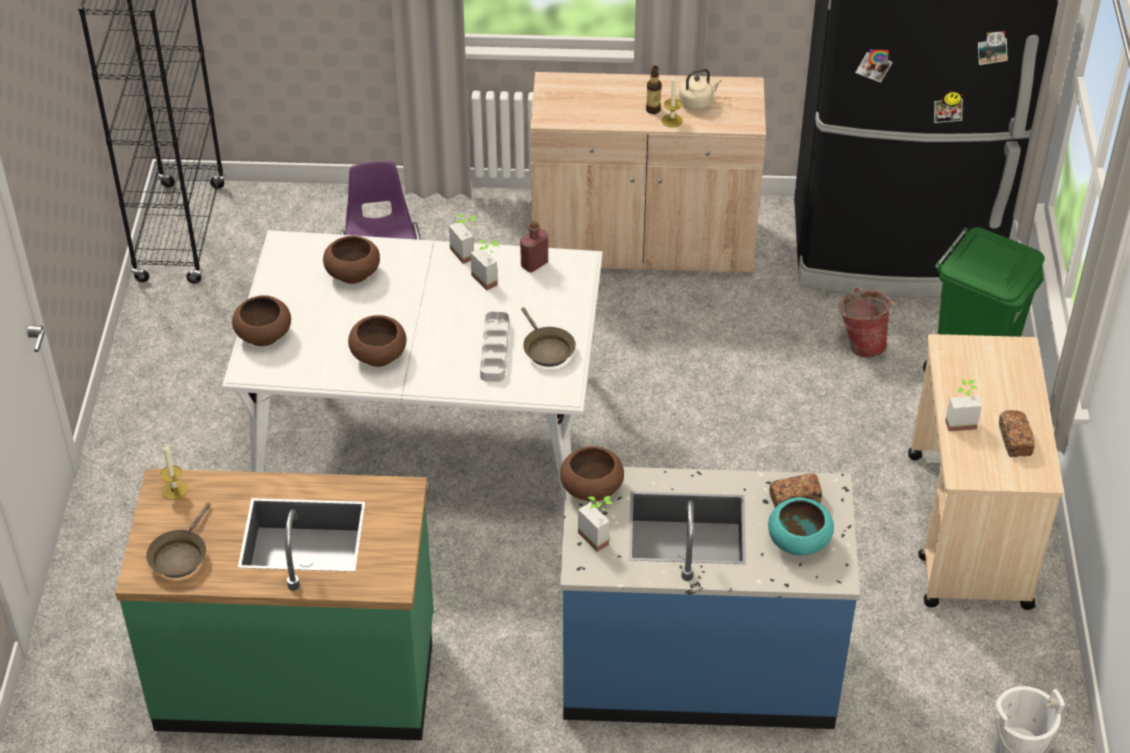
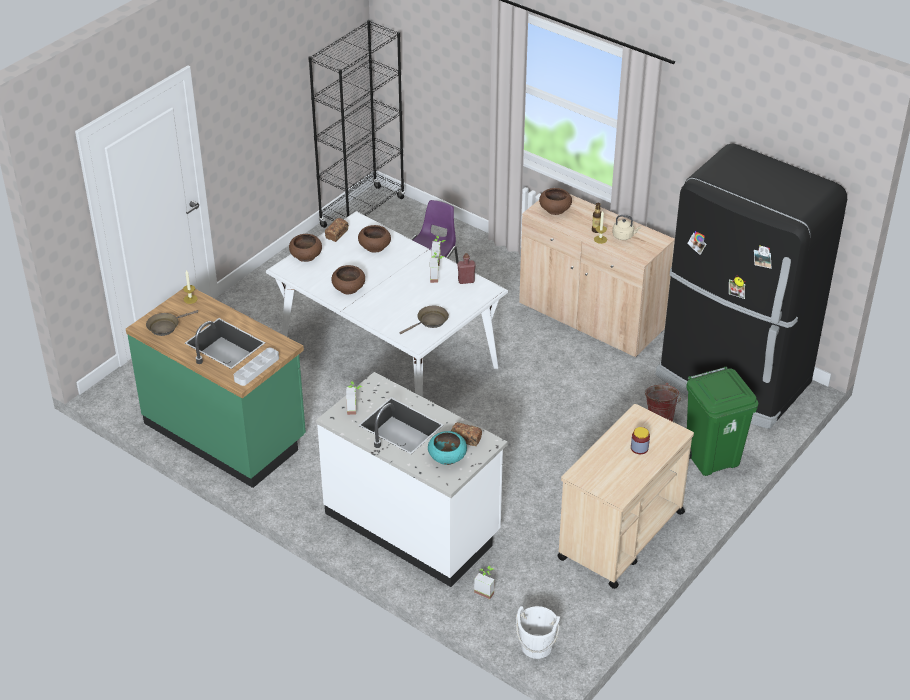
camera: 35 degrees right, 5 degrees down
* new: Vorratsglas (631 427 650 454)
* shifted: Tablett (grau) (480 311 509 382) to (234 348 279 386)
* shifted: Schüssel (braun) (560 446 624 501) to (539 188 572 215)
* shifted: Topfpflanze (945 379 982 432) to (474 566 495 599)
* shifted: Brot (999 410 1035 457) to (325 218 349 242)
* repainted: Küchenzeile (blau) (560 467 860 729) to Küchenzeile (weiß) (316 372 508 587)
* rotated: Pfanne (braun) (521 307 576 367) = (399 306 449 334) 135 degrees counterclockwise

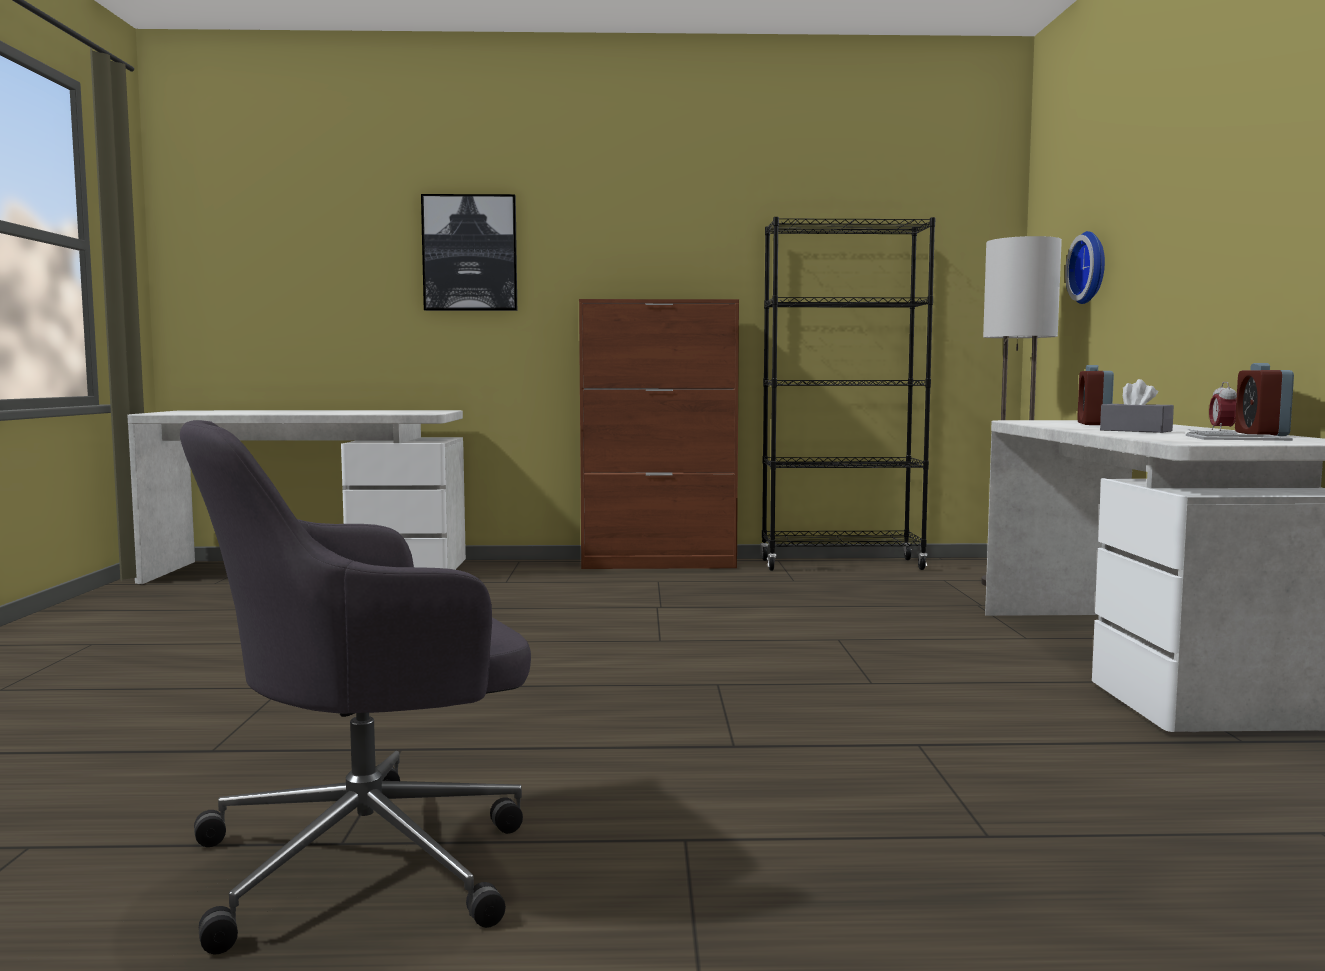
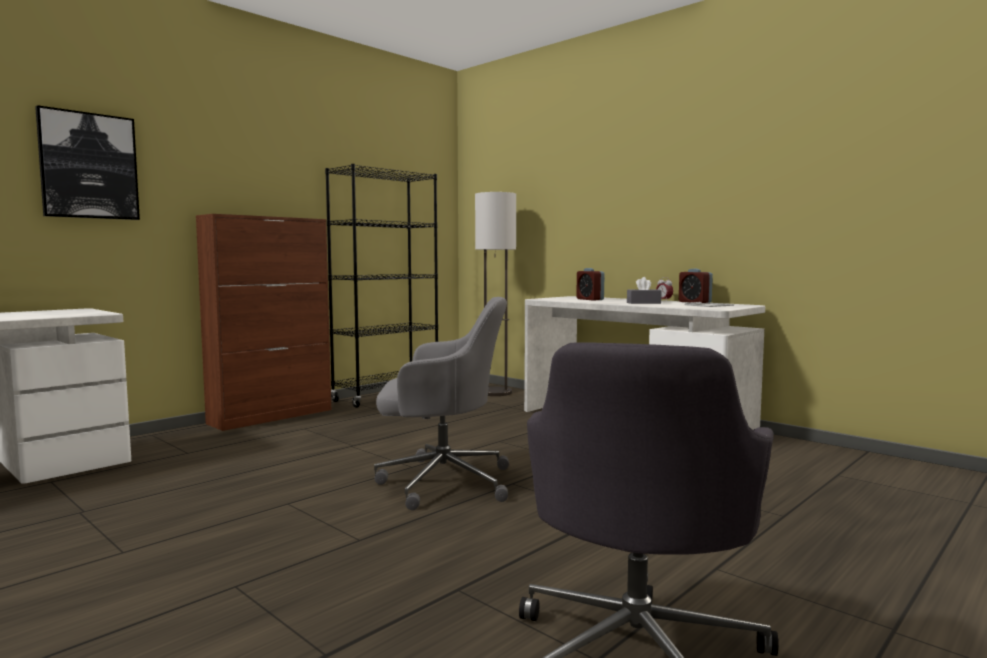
camera: 45 degrees left, 0 degrees up
* gone: Wanduhr (1065 231 1105 304)
* new: Bürostuhl (grau) (374 297 509 510)

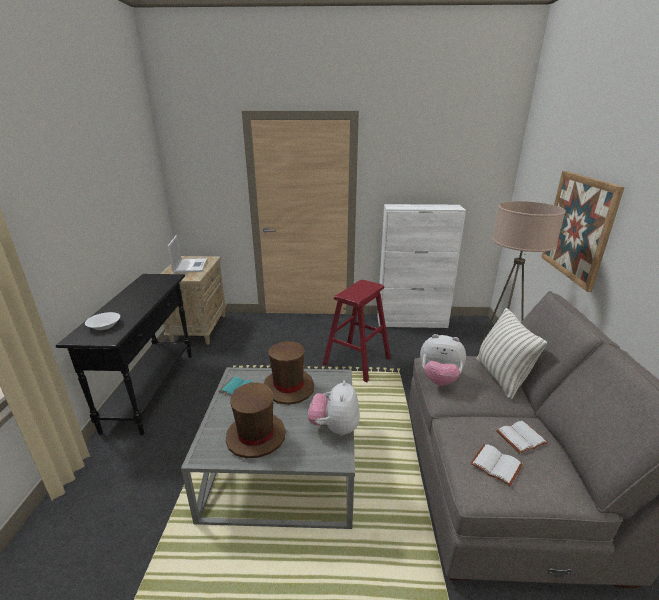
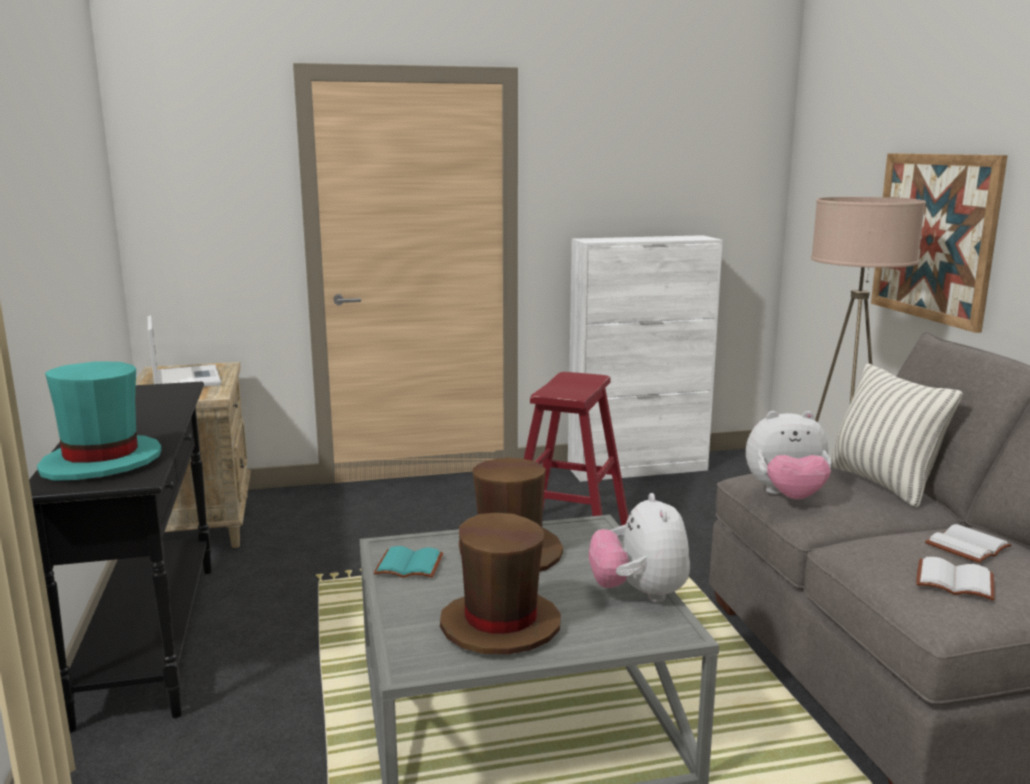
camera: 15 degrees left, 10 degrees down
* swapped: Schüssel (weiß) (85 312 120 330) to Hut (türkis) (37 361 162 481)

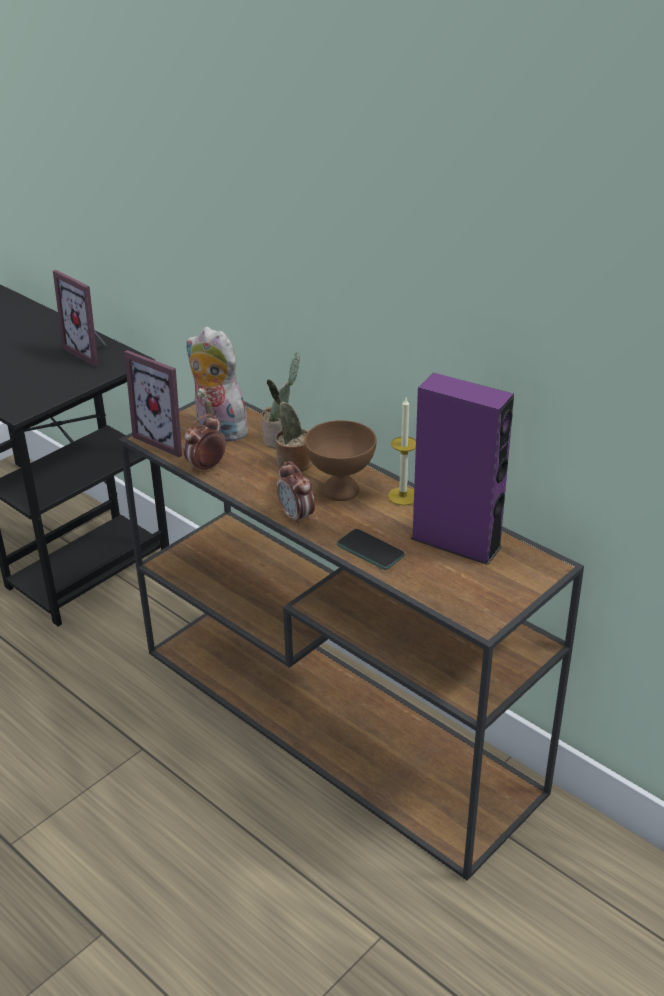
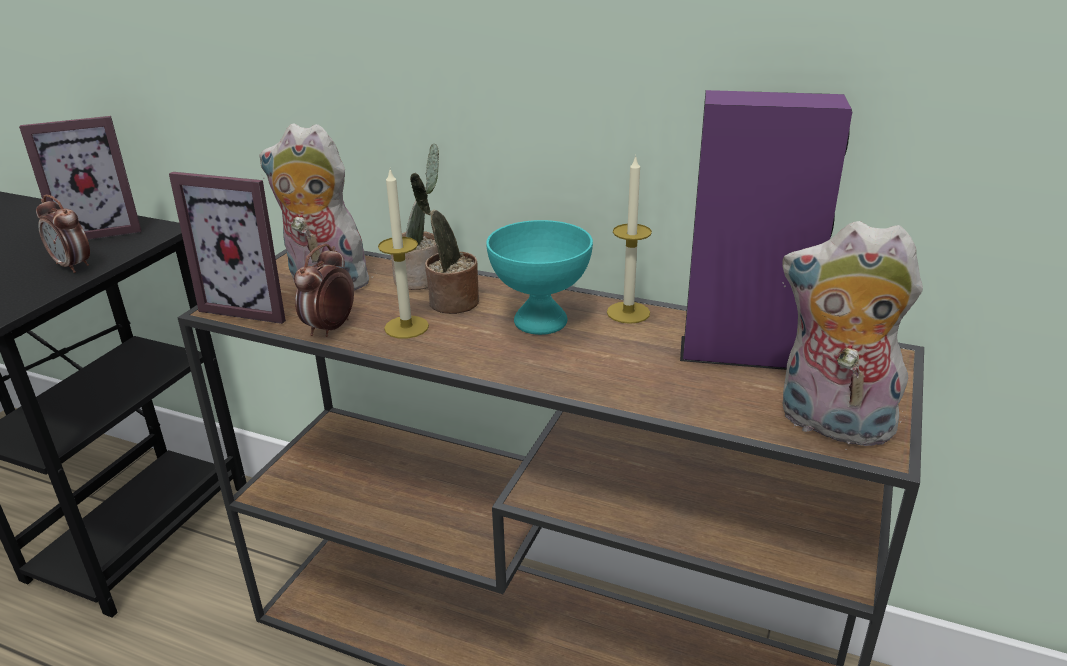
camera: 20 degrees left, 5 degrees down
* gone: Handy (337 529 405 570)
* new: Kerze (378 170 429 339)
* new: Plüschtier (782 221 923 450)
* shifted: Wecker (277 461 315 526) to (36 195 90 273)
* repainted: Schüssel (braun) (304 420 377 501) to Schüssel (türkis) (486 220 593 335)
* rotated: Bilderrahmen (53 270 108 367) = (19 116 141 240) 45 degrees counterclockwise

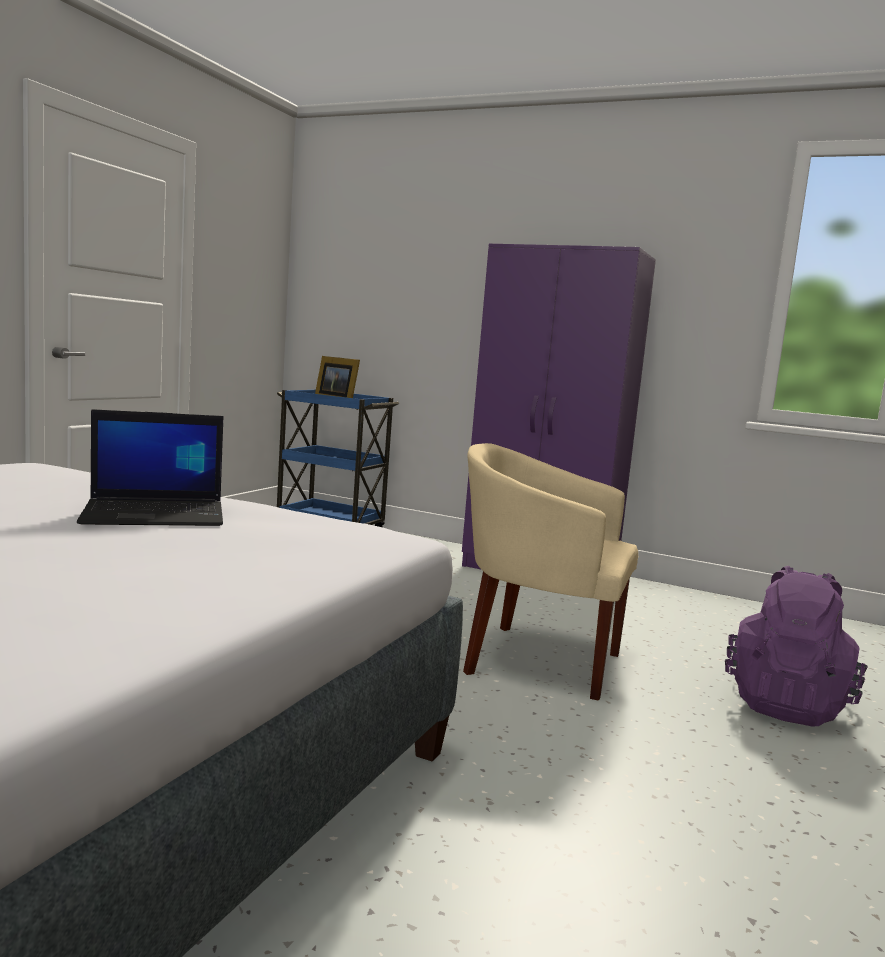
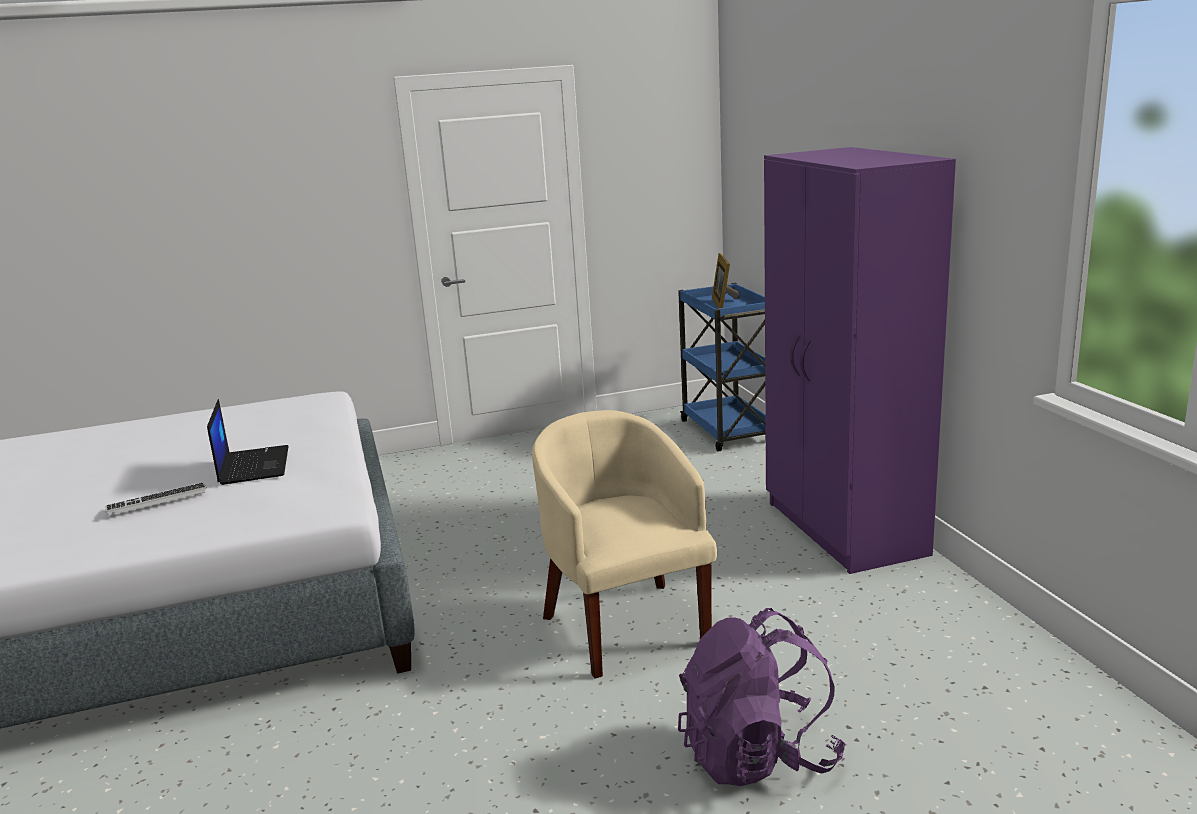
camera: 50 degrees right, 10 degrees up
* new: Tastatur (105 483 207 515)
* rotated: Laptop (77 409 223 526) = (207 399 289 485) 135 degrees counterclockwise

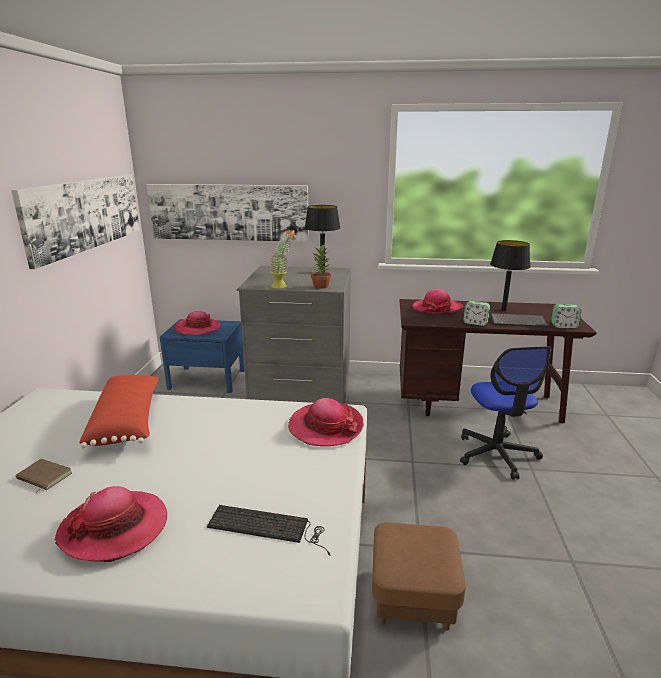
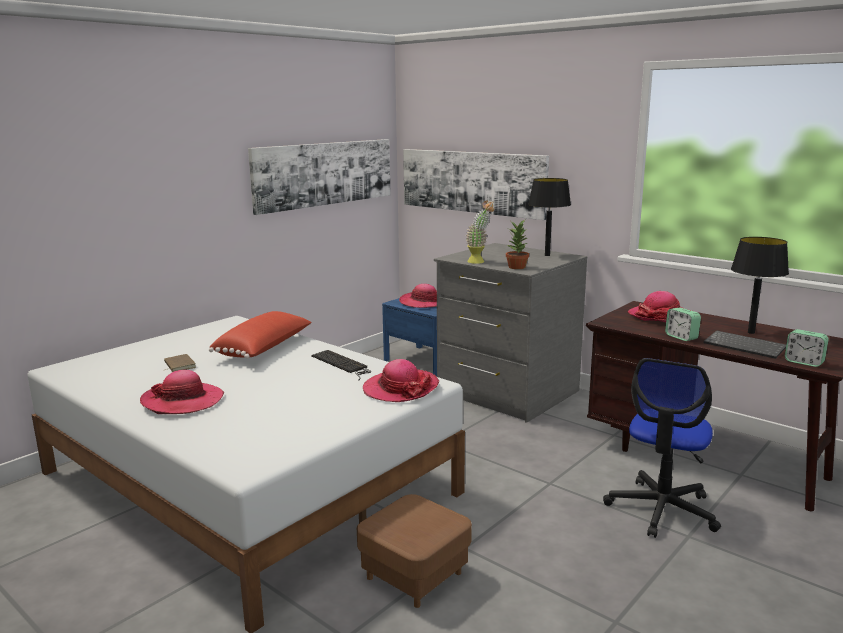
camera: 35 degrees right, 5 degrees down
* shifted: Tastatur (207 505 330 556) to (311 350 371 381)

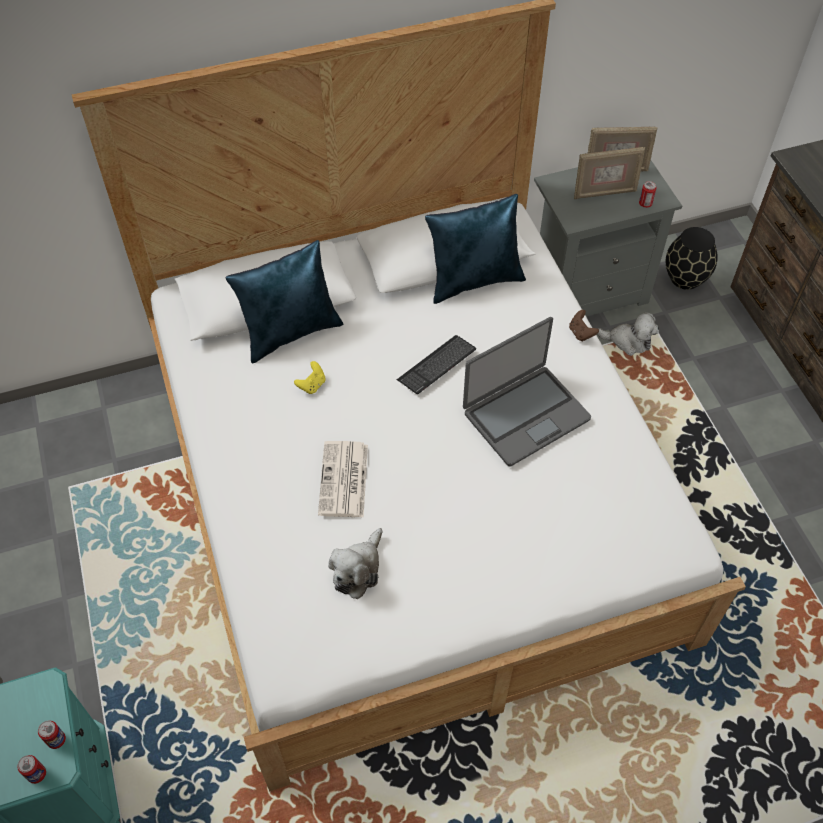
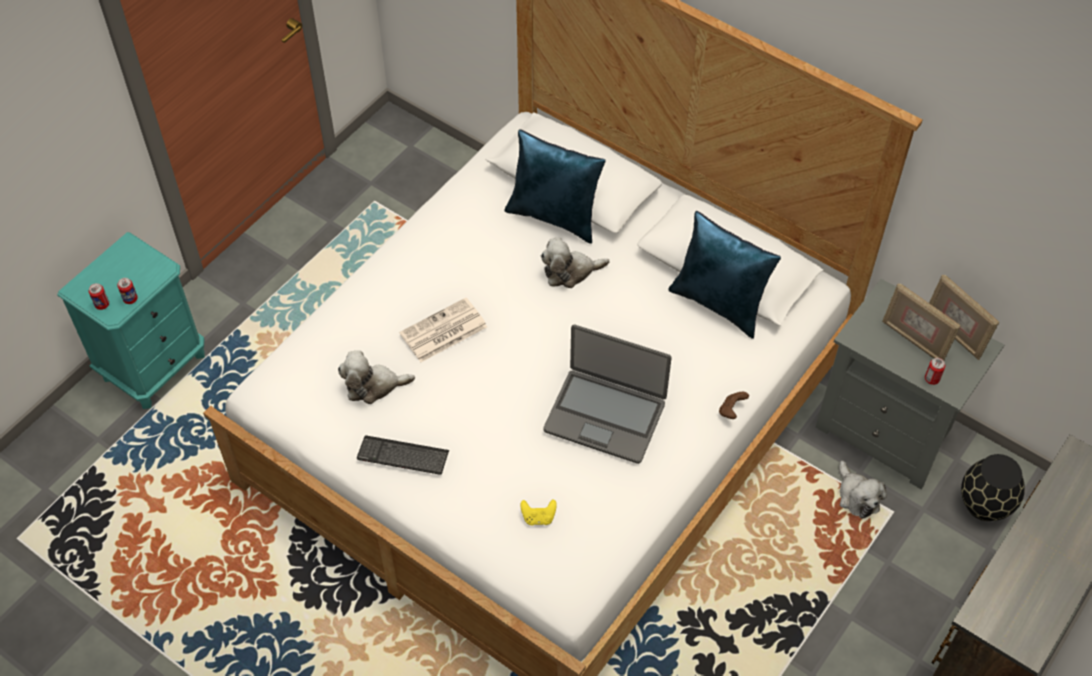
camera: 55 degrees right, 0 degrees up
* new: Plüschtier (541 238 609 288)
* shifted: Gamepad (gelb) (294 361 325 394) to (521 499 557 525)
* shifted: Tastatur (397 335 476 394) to (357 435 449 475)

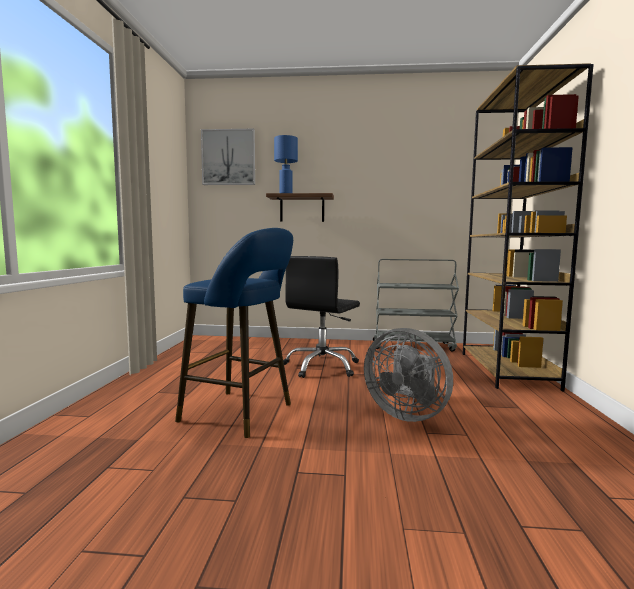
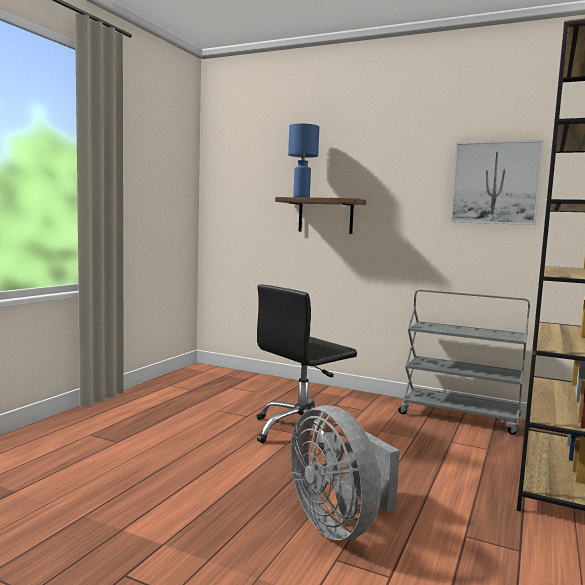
camera: 20 degrees right, 0 degrees up
* gone: Hocker (blau) (175 228 293 438)
* shifted: Bild (201 129 255 185) to (450 140 543 225)

